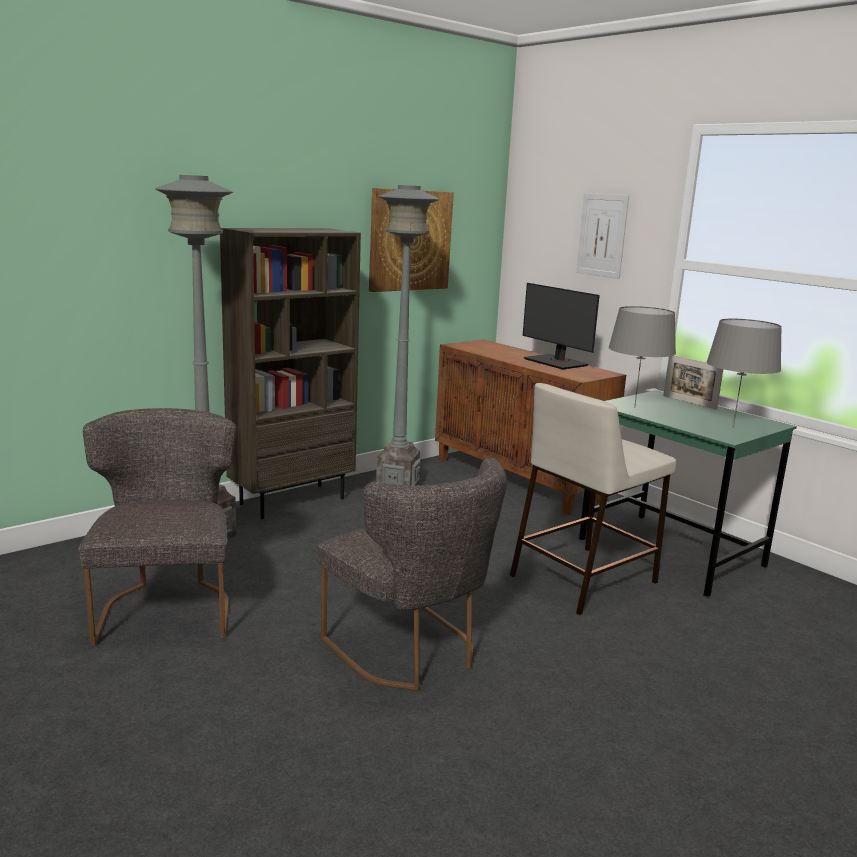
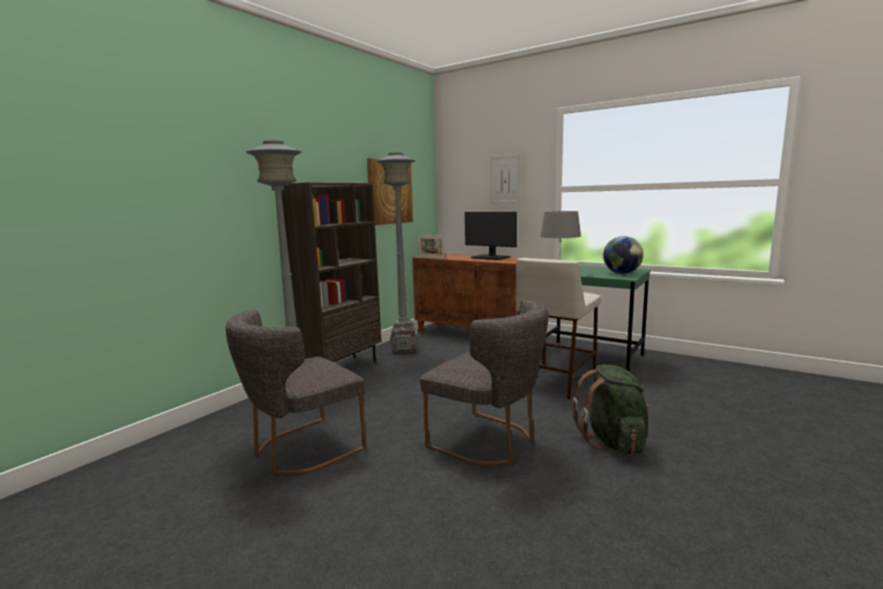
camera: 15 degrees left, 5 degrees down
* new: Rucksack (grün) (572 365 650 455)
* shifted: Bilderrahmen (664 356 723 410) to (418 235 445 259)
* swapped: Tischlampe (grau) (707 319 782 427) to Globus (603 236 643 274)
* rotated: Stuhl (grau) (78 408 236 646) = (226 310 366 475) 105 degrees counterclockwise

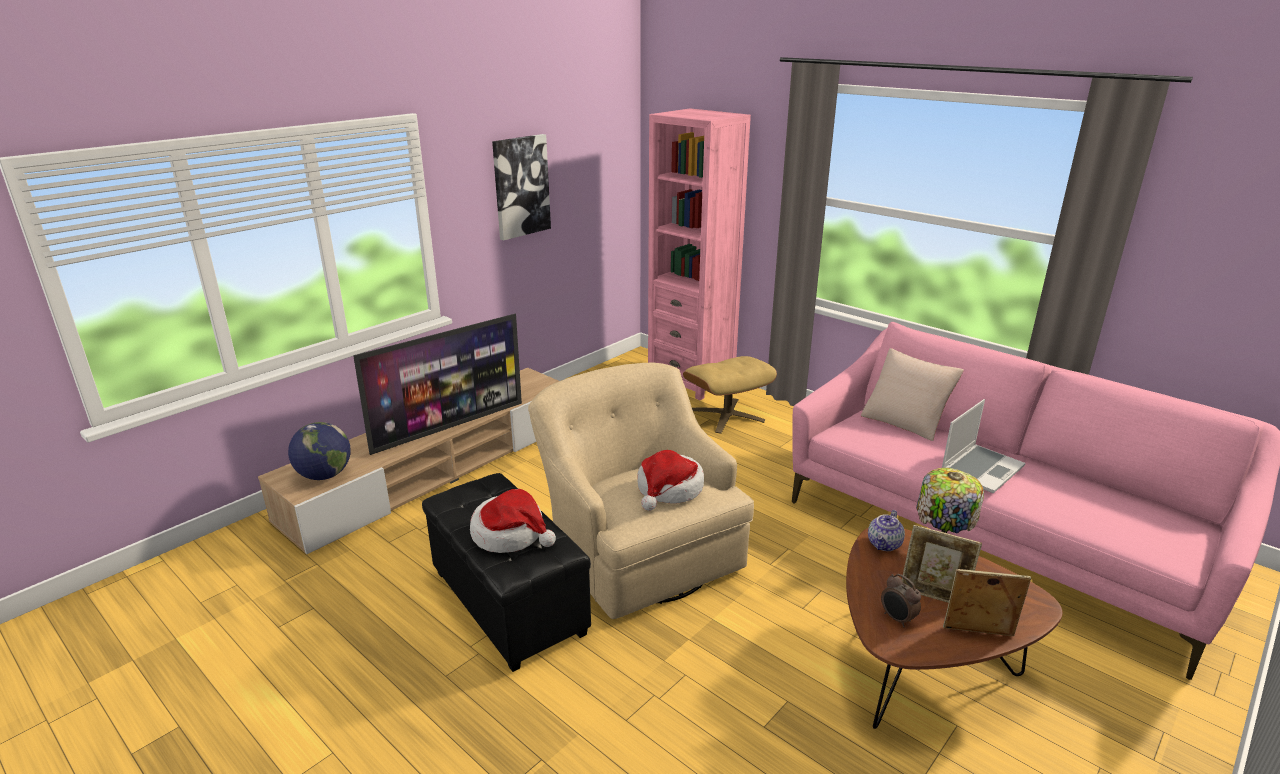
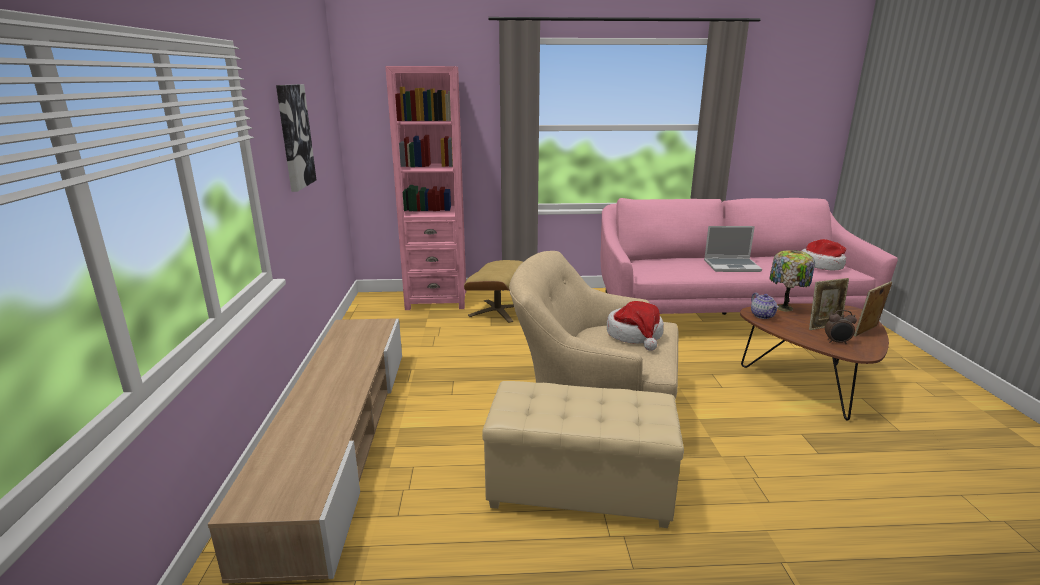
camera: 45 degrees left, 5 degrees down
* gone: Globus (288 422 351 480)
* gone: Fernseher (353 314 522 455)
* gone: Kissen (beige) (861 348 964 441)
* shifted: Hut (470 489 556 553) to (802 239 846 271)
* repainted: Polsterhocker (schwarz) (422 473 591 672) to Polsterhocker (beige) (482 381 684 528)
* rotated: Laptop (942 399 1025 493) = (704 226 762 272) 90 degrees clockwise

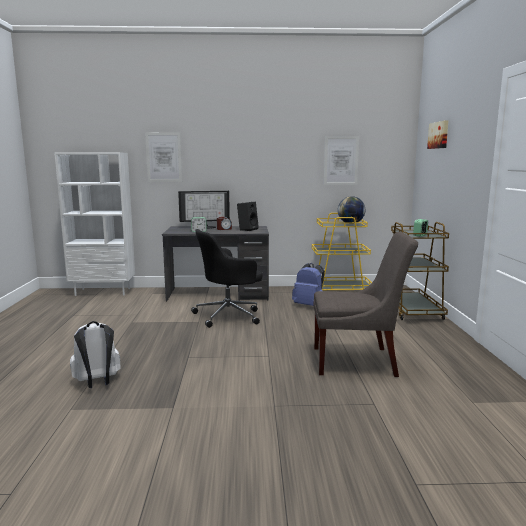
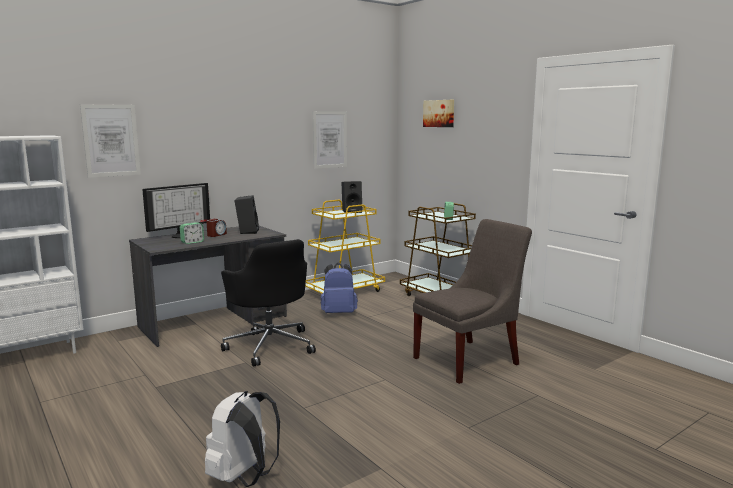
camera: 35 degrees left, 0 degrees up
* swapped: Globus (338 196 365 224) to Lautsprecher (schwarz) (341 181 362 213)
* rotated: Bürostuhl (schwarz) (191 229 263 328) = (221 239 316 367) 60 degrees counterclockwise

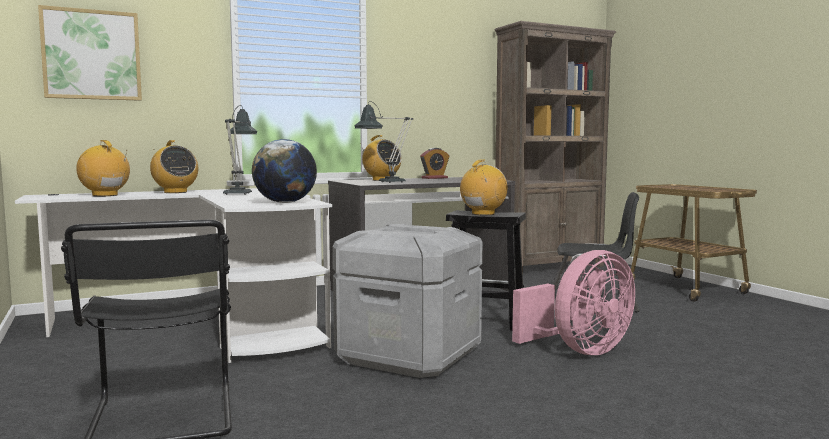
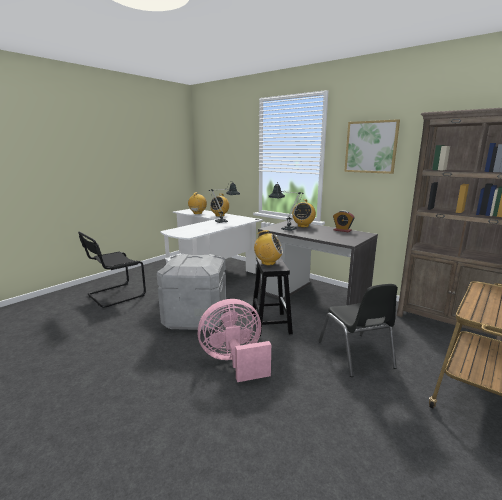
camera: 65 degrees right, 10 degrees up
* gone: Globus (252 139 317 203)
* shifted: Bild (38 5 142 101) to (344 119 400 174)
* rotated: Ventilator (rosa) (512 250 635 355) = (198 299 271 382) 135 degrees clockwise

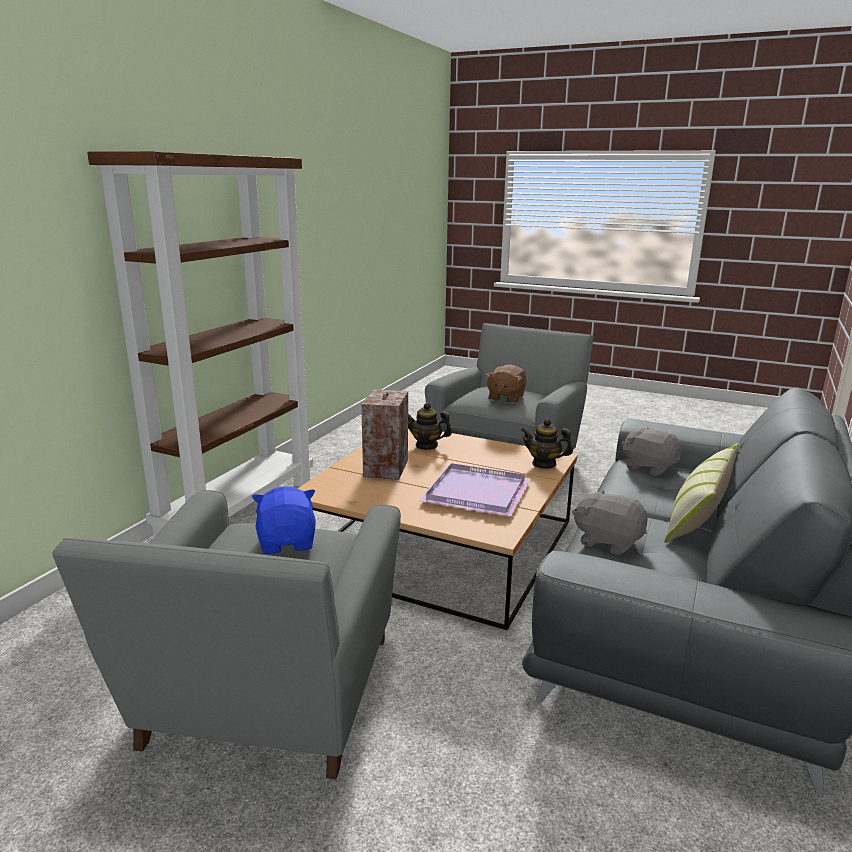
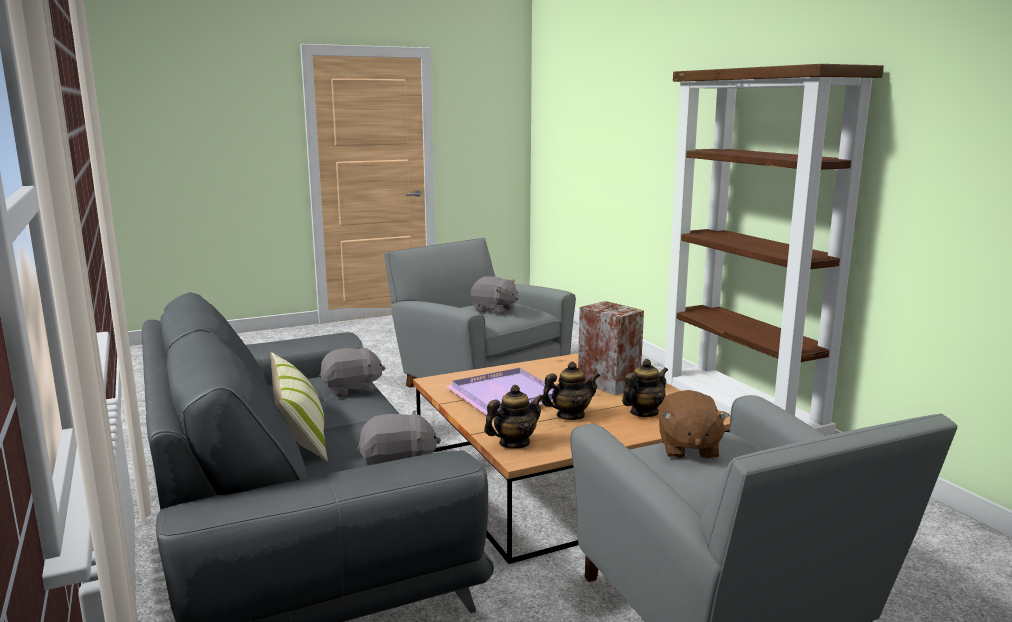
camera: 130 degrees right, 5 degrees down
* new: Teekanne (541 361 600 420)
* repainted: Plüschtier (blau) (252 486 316 554) to Plüschtier (grau) (471 276 519 314)
* rotated: Plüschtier (braun) (486 365 527 404) = (659 390 730 459) 150 degrees counterclockwise

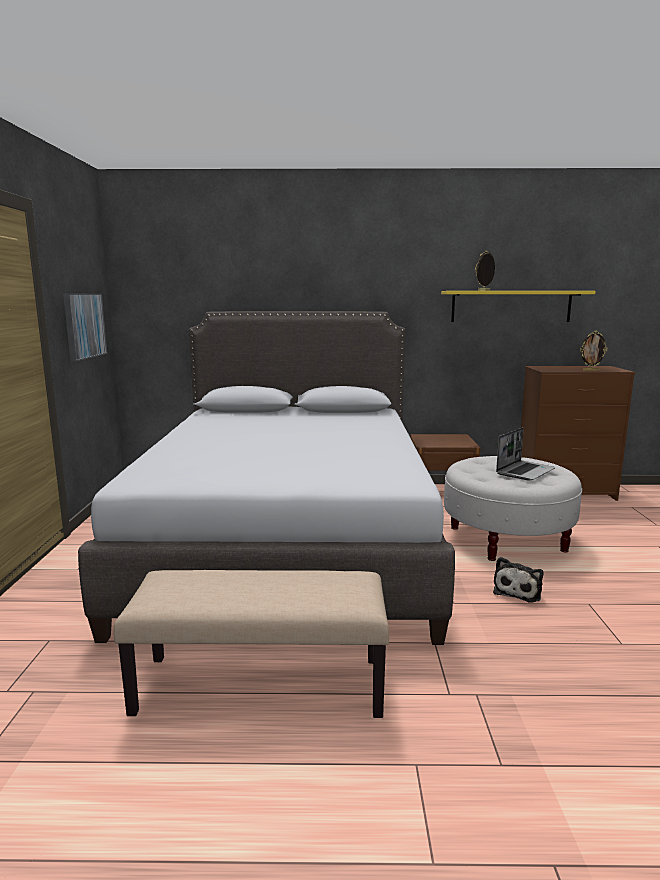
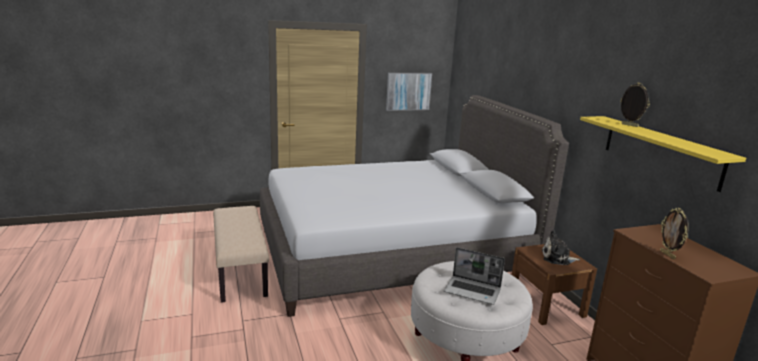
camera: 70 degrees right, 5 degrees up
* shifted: Plüschtier (493 557 543 603) to (542 230 581 265)

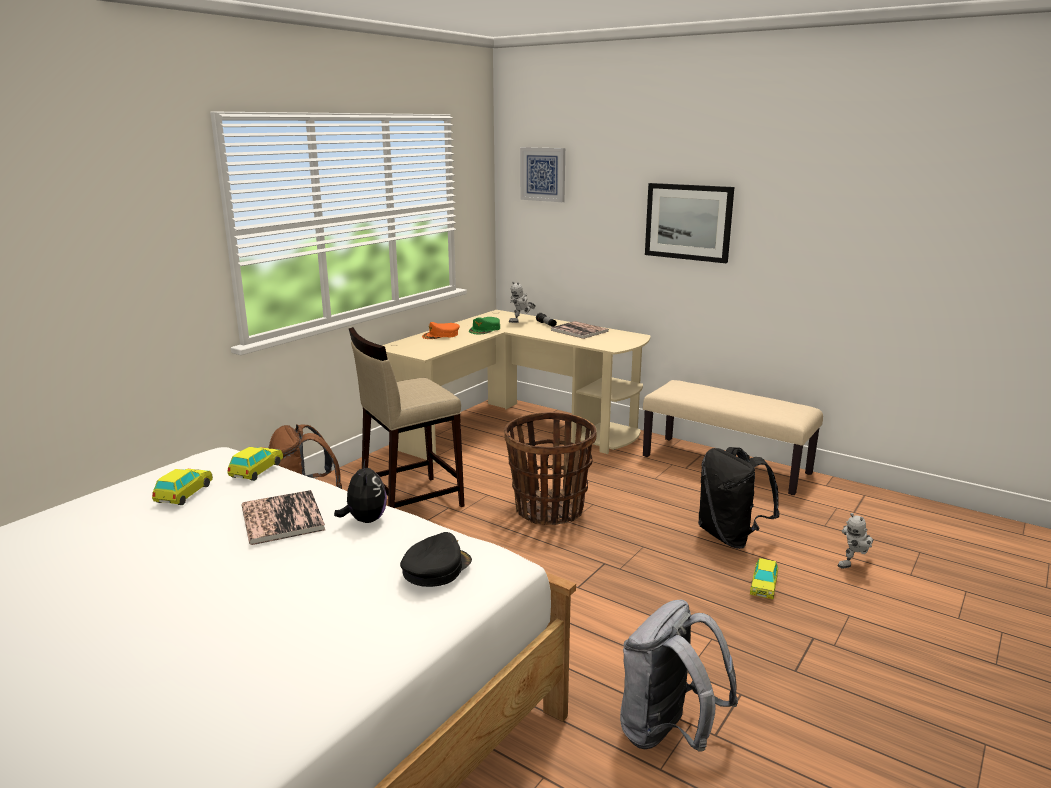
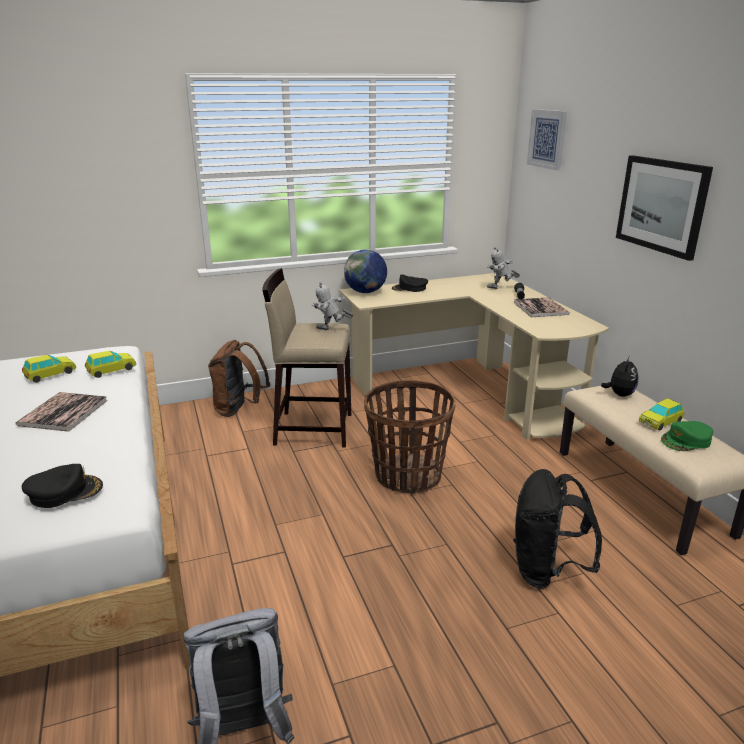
camera: 35 degrees right, 5 degrees up
* new: Globus (344 249 387 293)
* shifted: Plüschtier (334 460 387 523) to (601 356 638 397)
* shifted: Kappe (grün) (469 317 500 334) to (661 421 713 451)
* shifted: Spielzeugauto (750 558 778 599) to (639 399 684 431)
* shifted: Spielzeugroboter (837 513 874 569) to (312 282 354 330)
* repainted: Kappe (orange) (422 322 460 339) to Kappe (schwarz) (392 275 428 292)

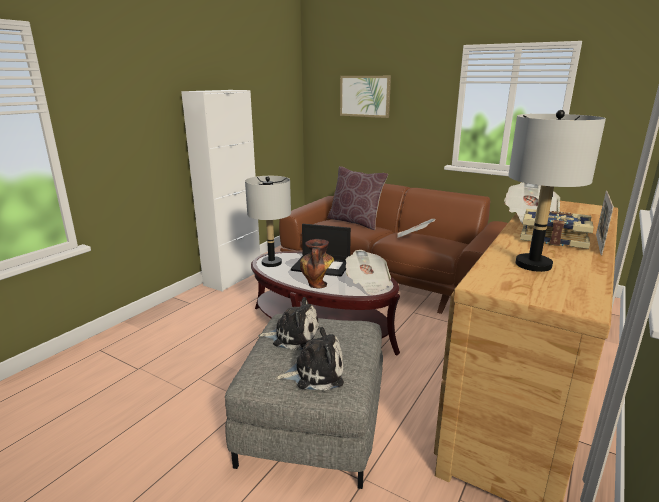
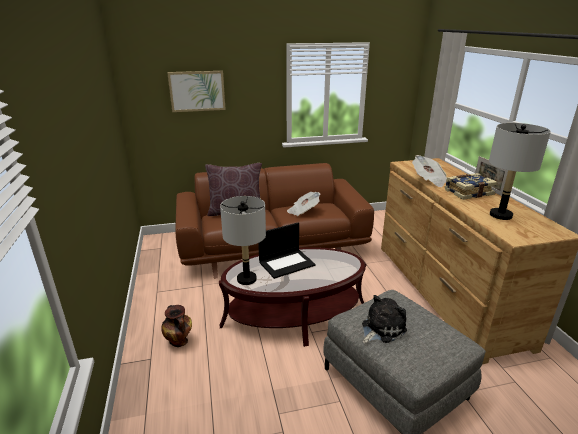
camera: 45 degrees left, 5 degrees up
* gone: Schrank (weiß) (181 90 260 292)
* gone: Plüschtier (275 327 344 391)
* gone: Zeitung (346 250 392 295)
* shifted: Vase (300 239 334 288) to (161 305 192 347)

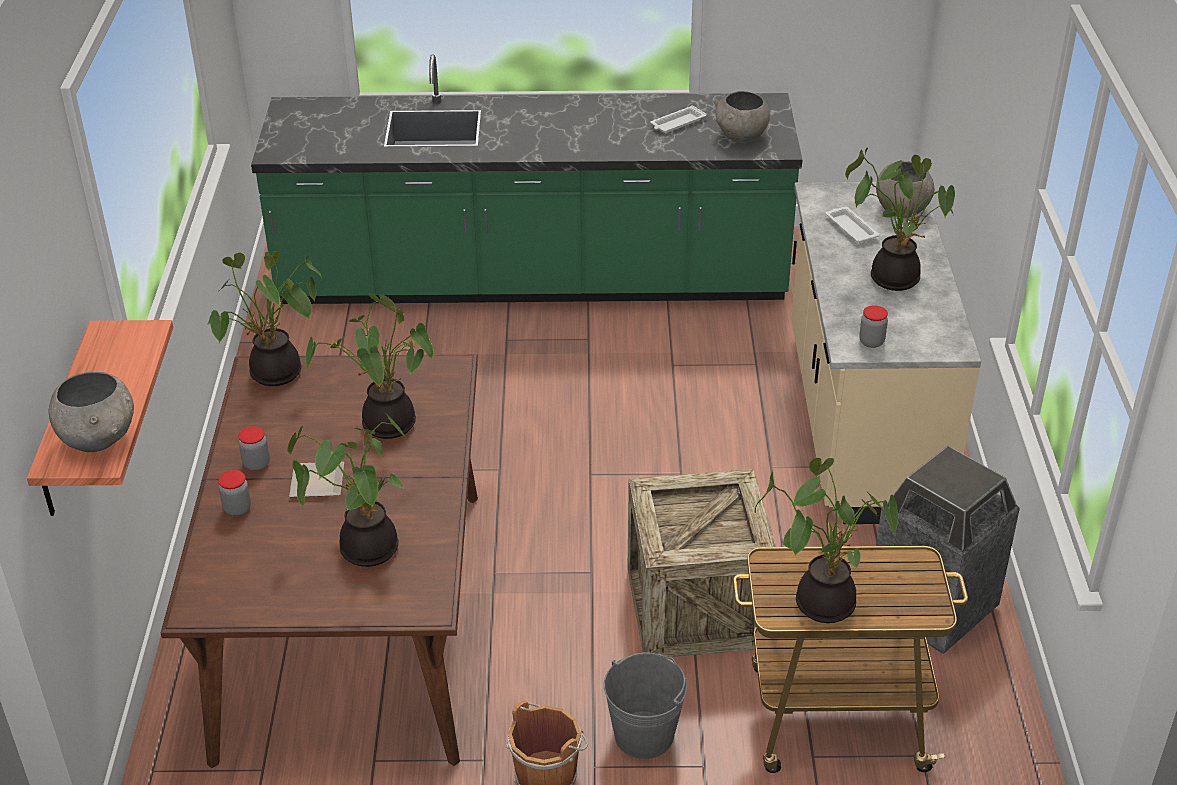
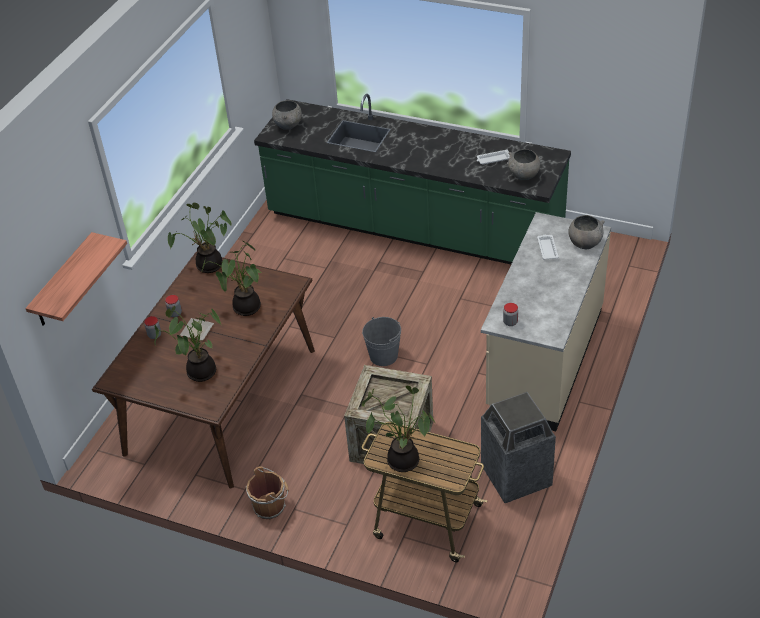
camera: 25 degrees right, 5 degrees up
* gone: Topfpflanze (845 147 955 291)
* shifted: Schüssel (grau) (48 371 134 452) to (272 100 302 130)
* shifted: Eimer (grau) (604 652 687 759) to (362 317 401 366)

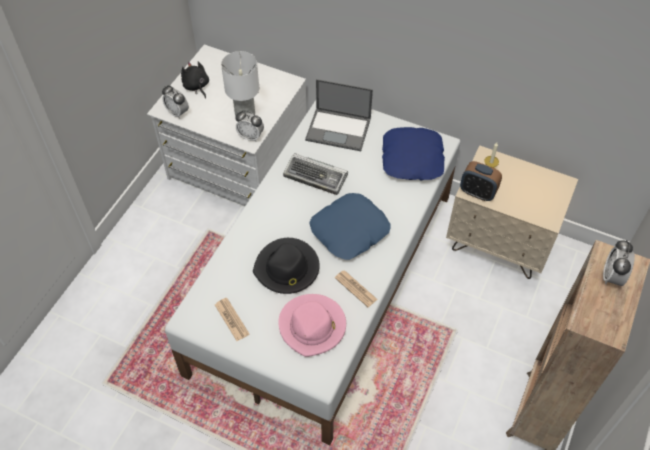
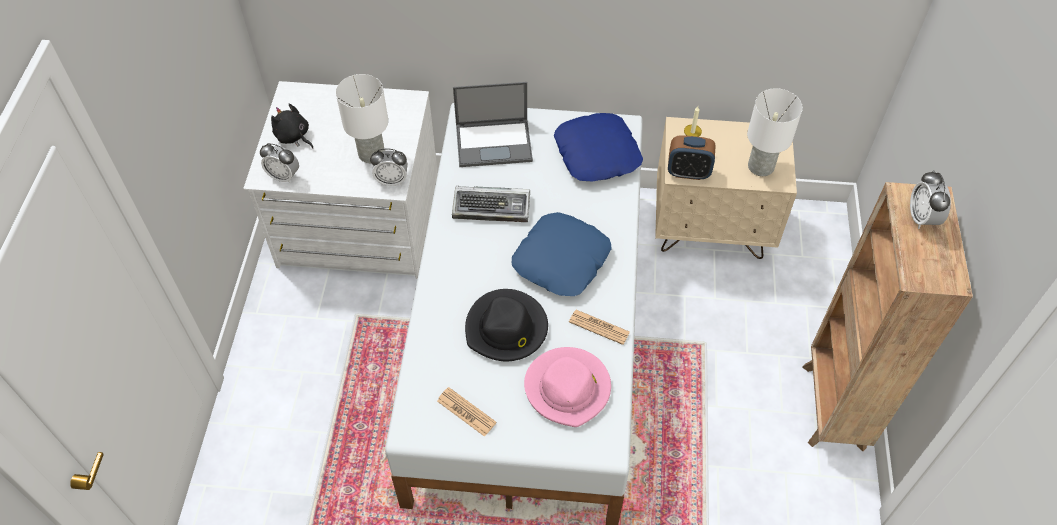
camera: 20 degrees left, 0 degrees up
* new: Tischlampe (weiß) (747 88 803 176)

